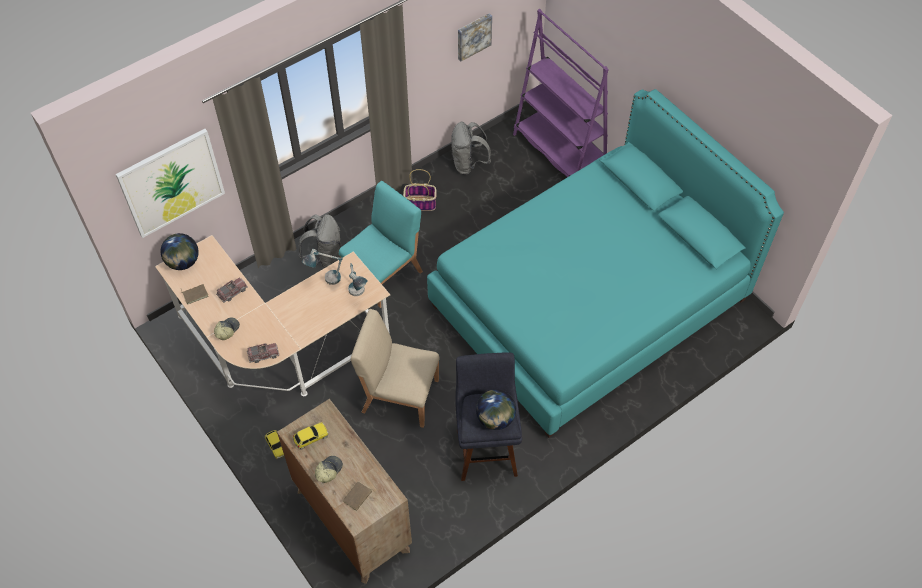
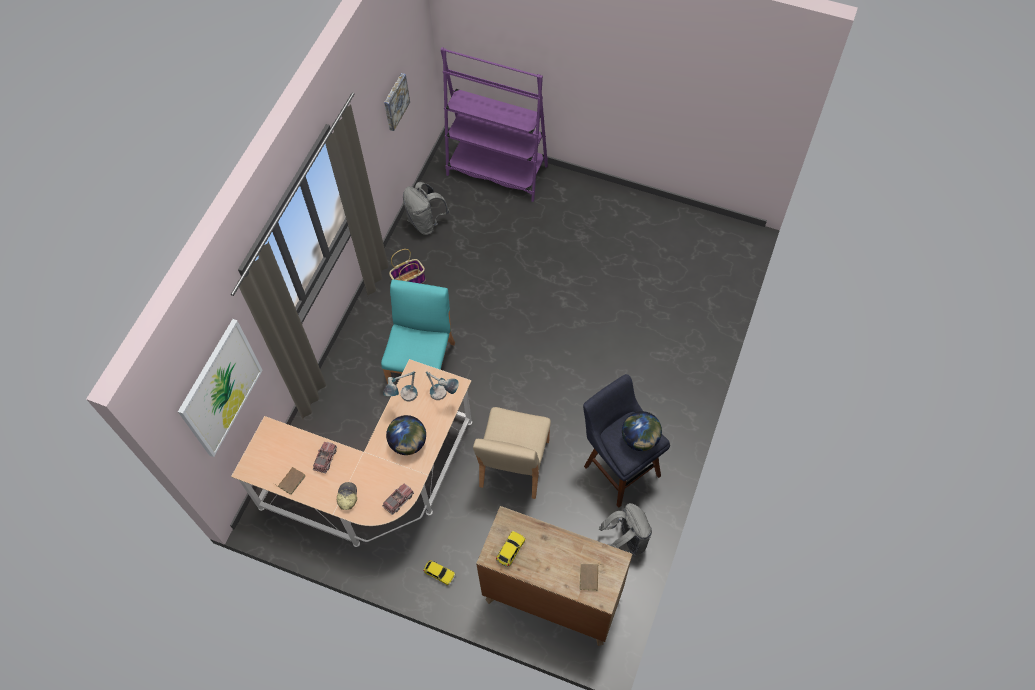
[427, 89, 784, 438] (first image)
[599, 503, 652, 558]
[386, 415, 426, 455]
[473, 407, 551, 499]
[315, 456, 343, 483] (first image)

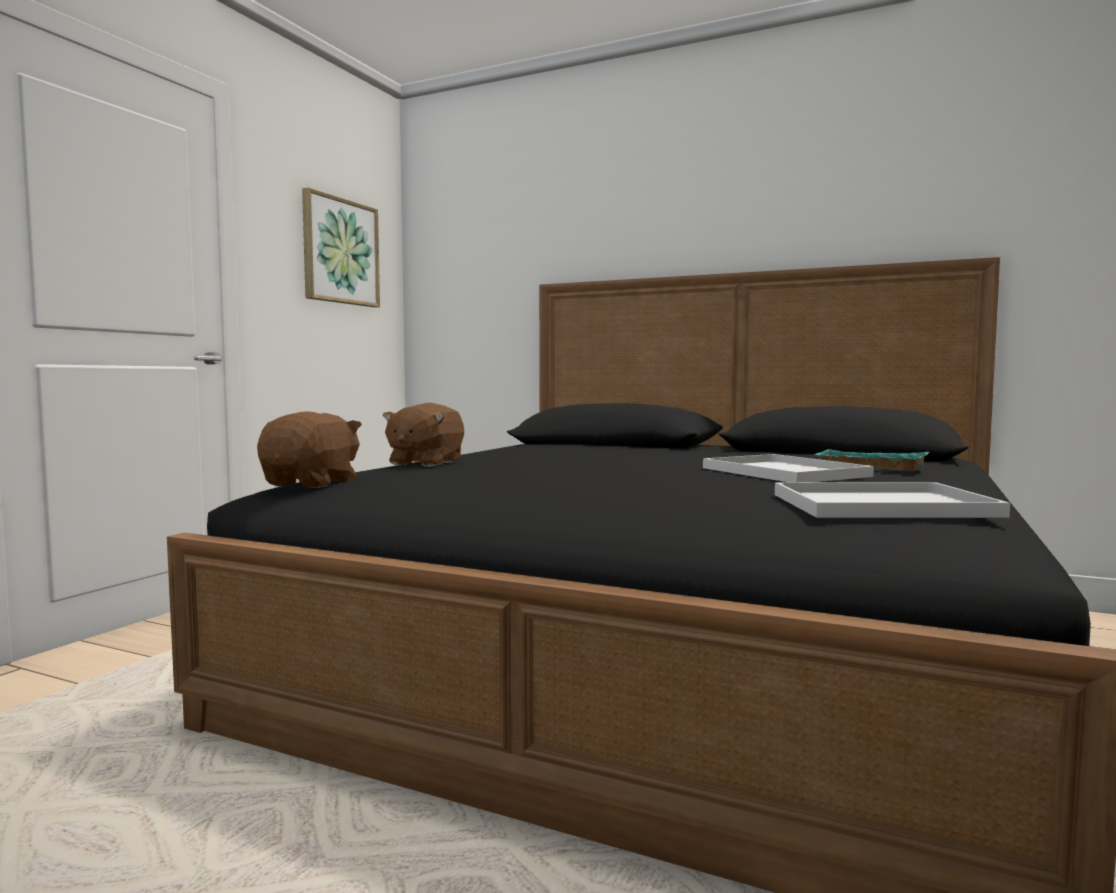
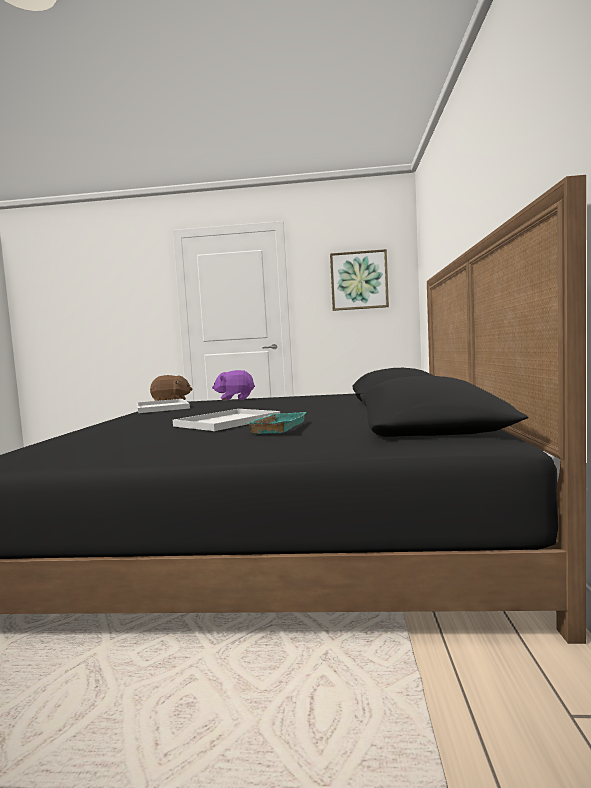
[212, 370, 255, 401]
[136, 399, 190, 413]

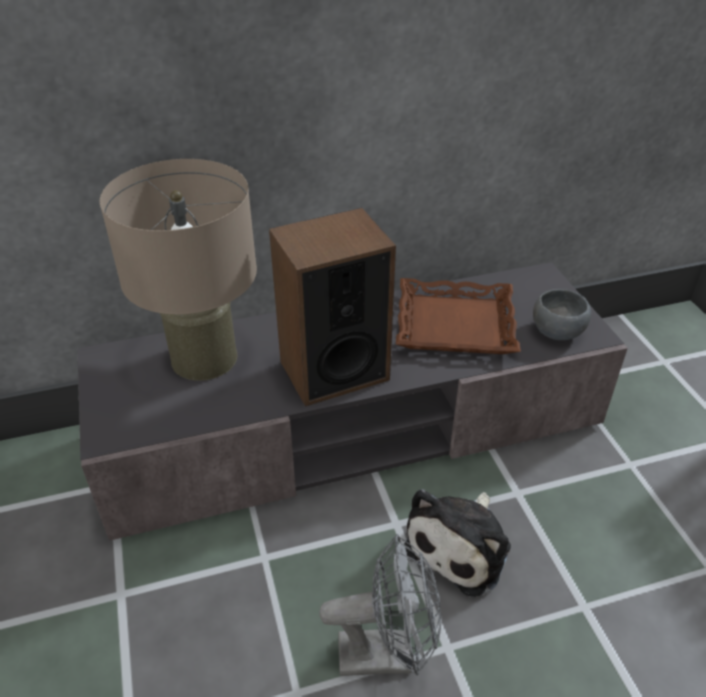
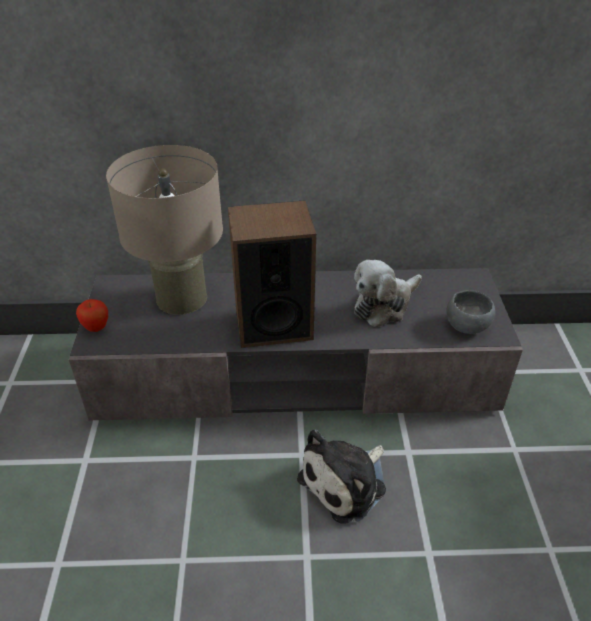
[354, 260, 422, 328]
[319, 534, 441, 676] (first image)
[76, 299, 108, 332]

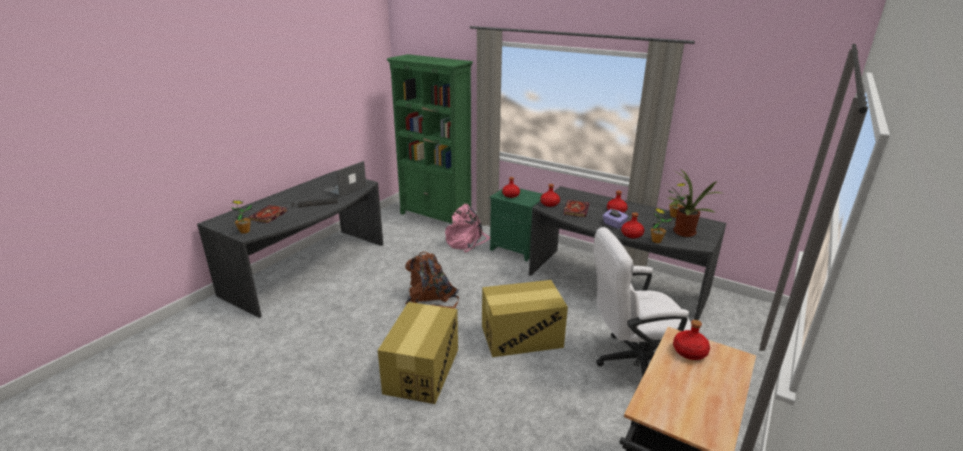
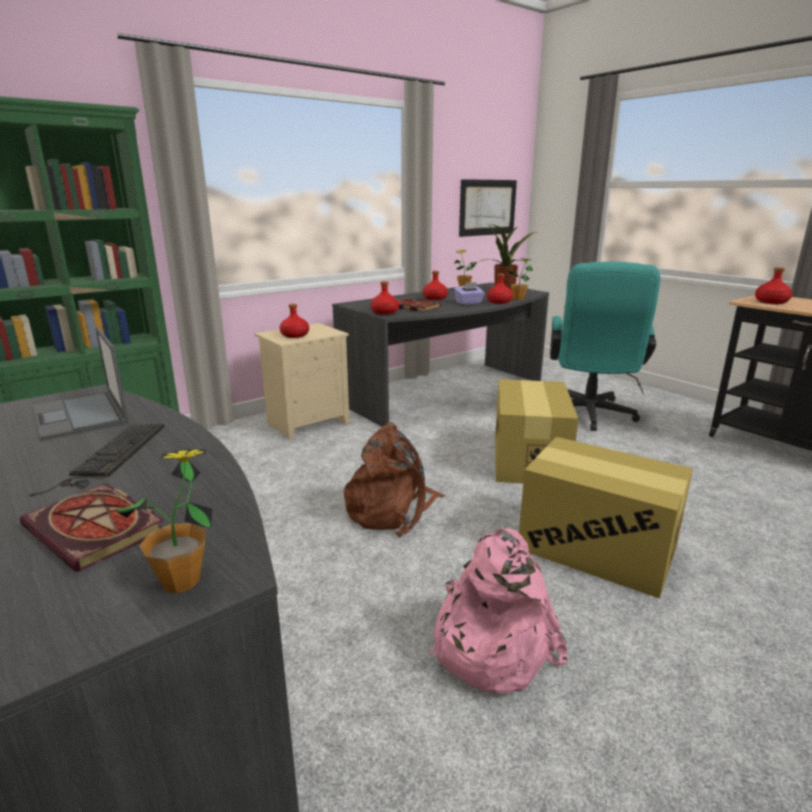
[254, 323, 350, 440]
[429, 528, 568, 694]
[550, 262, 660, 431]
[459, 179, 517, 237]

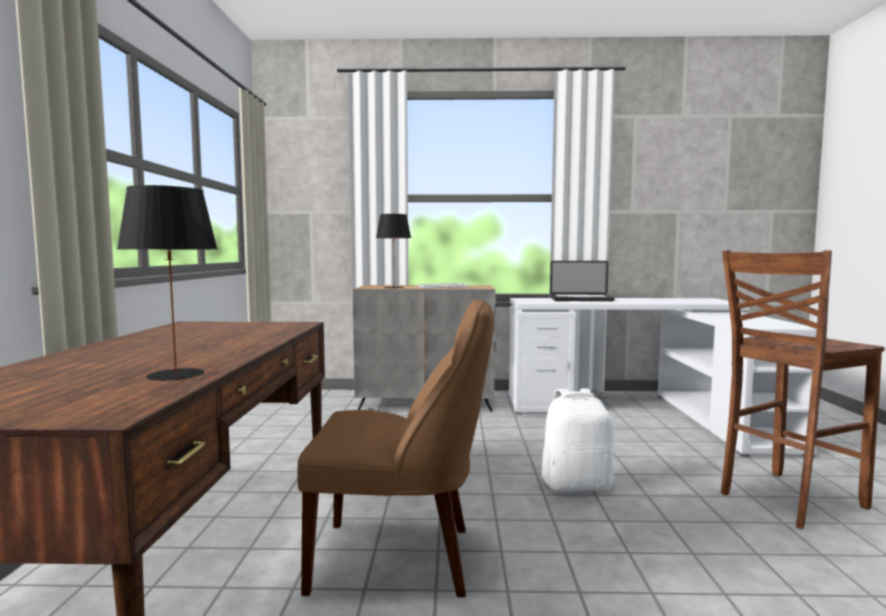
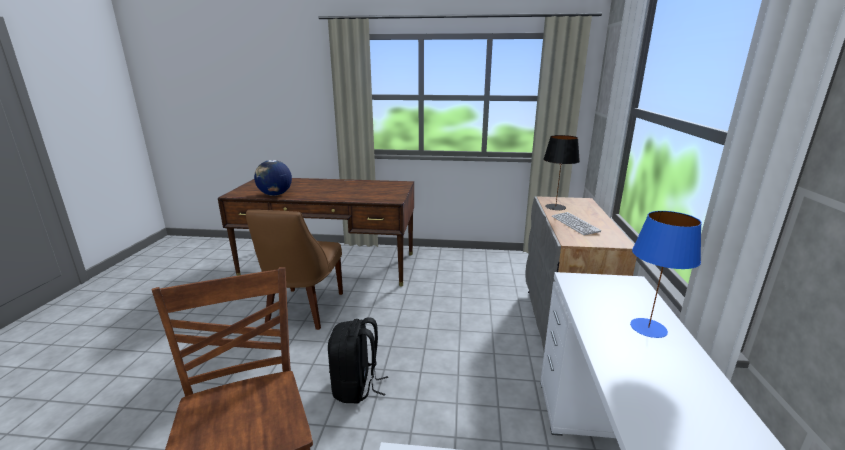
[254, 160, 292, 196]
[630, 211, 702, 338]
[328, 317, 388, 404]

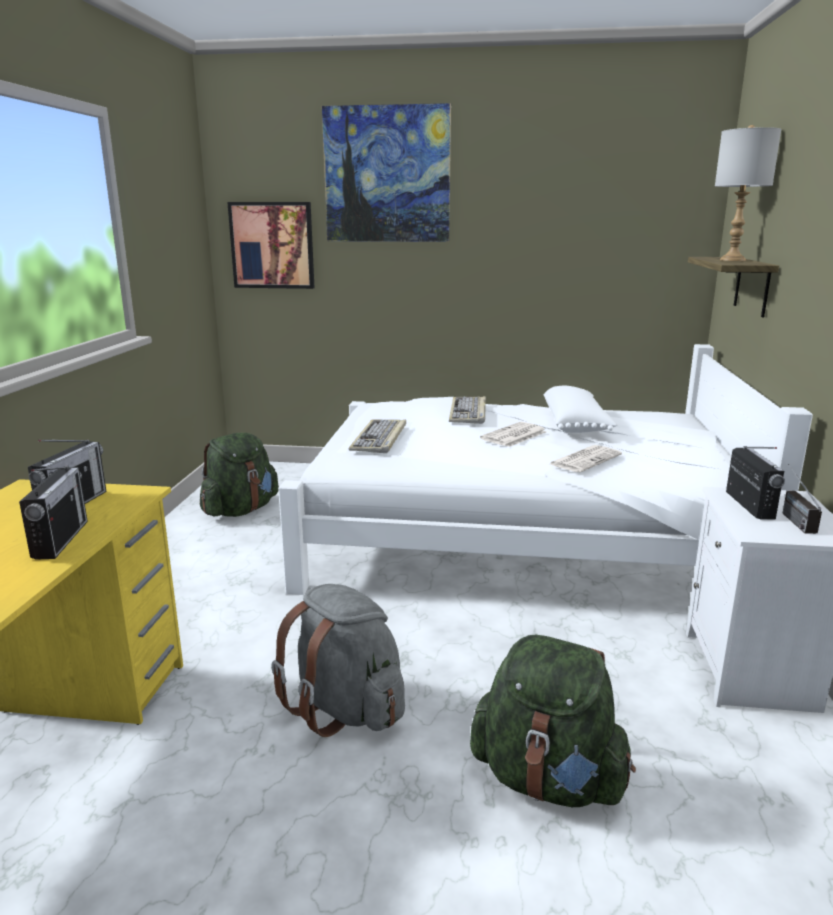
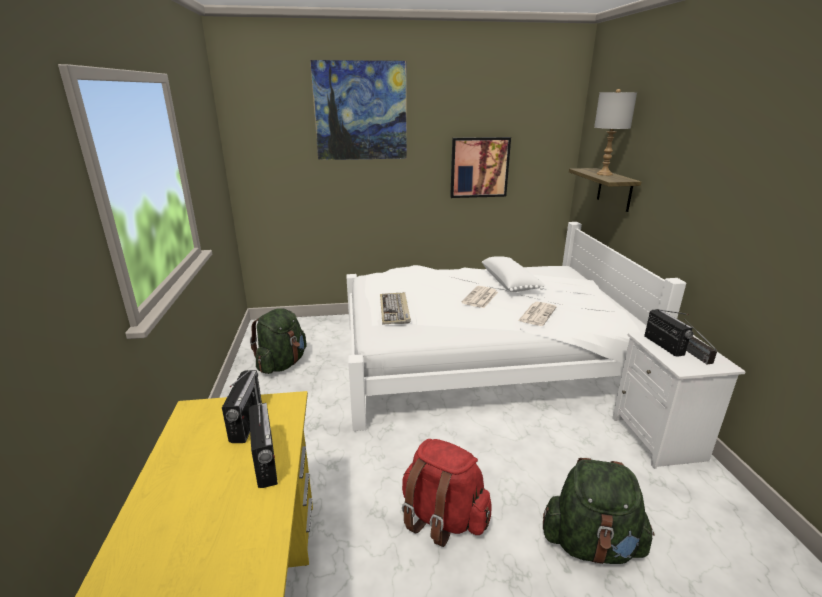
[450, 137, 511, 198]
[449, 396, 486, 424] (first image)
[402, 439, 492, 547]

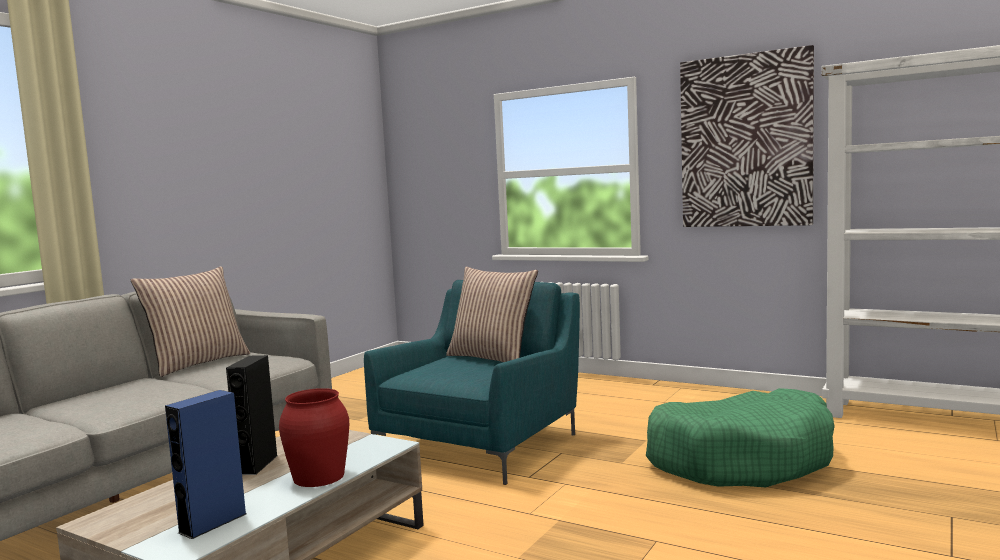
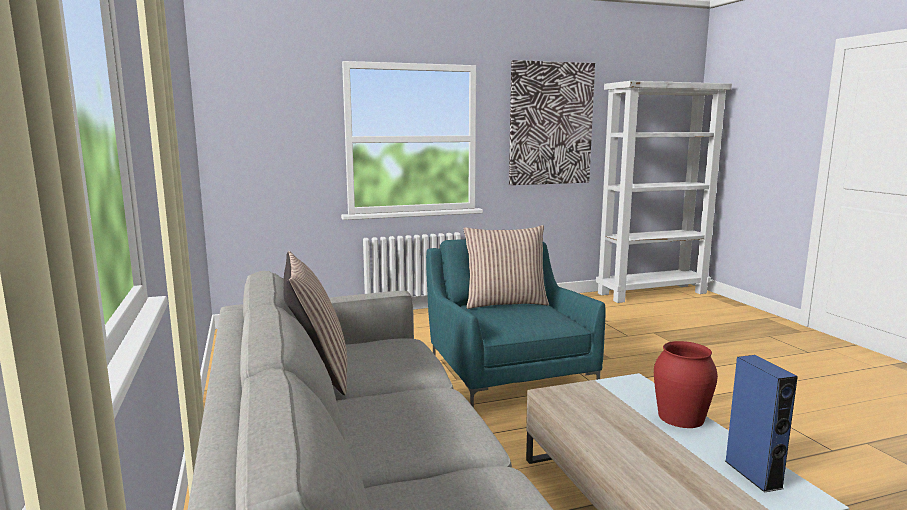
[226, 355, 278, 475] (first image)
[646, 388, 835, 487] (first image)

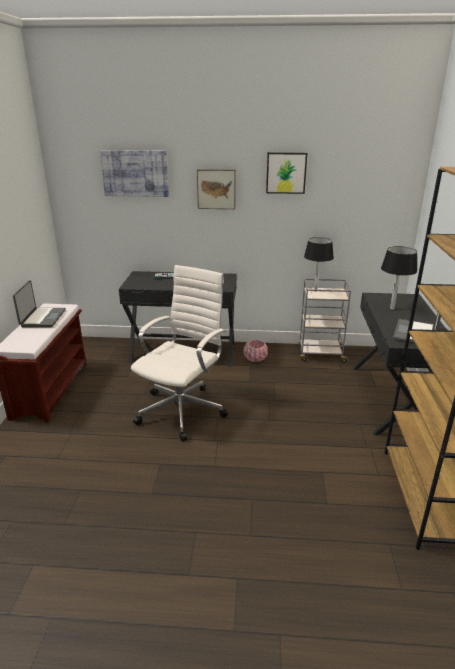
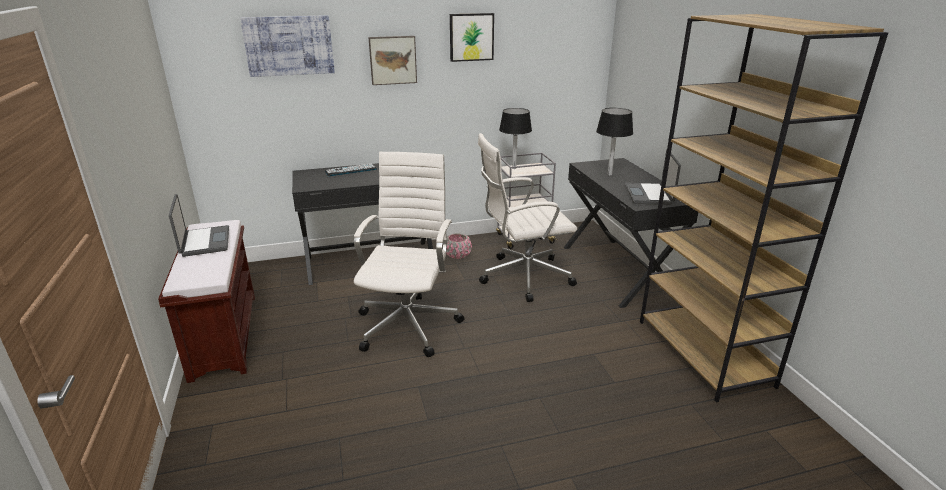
[478, 133, 577, 302]

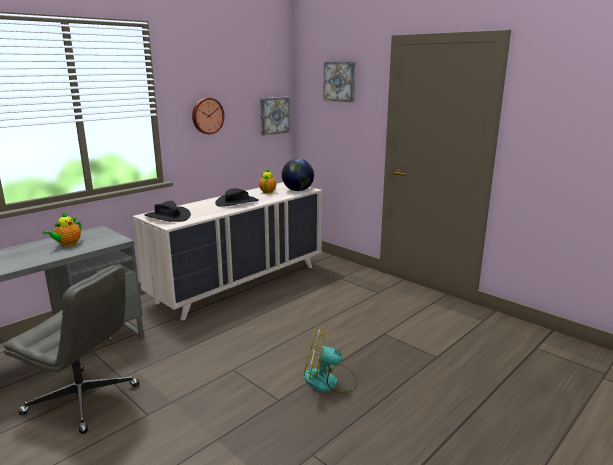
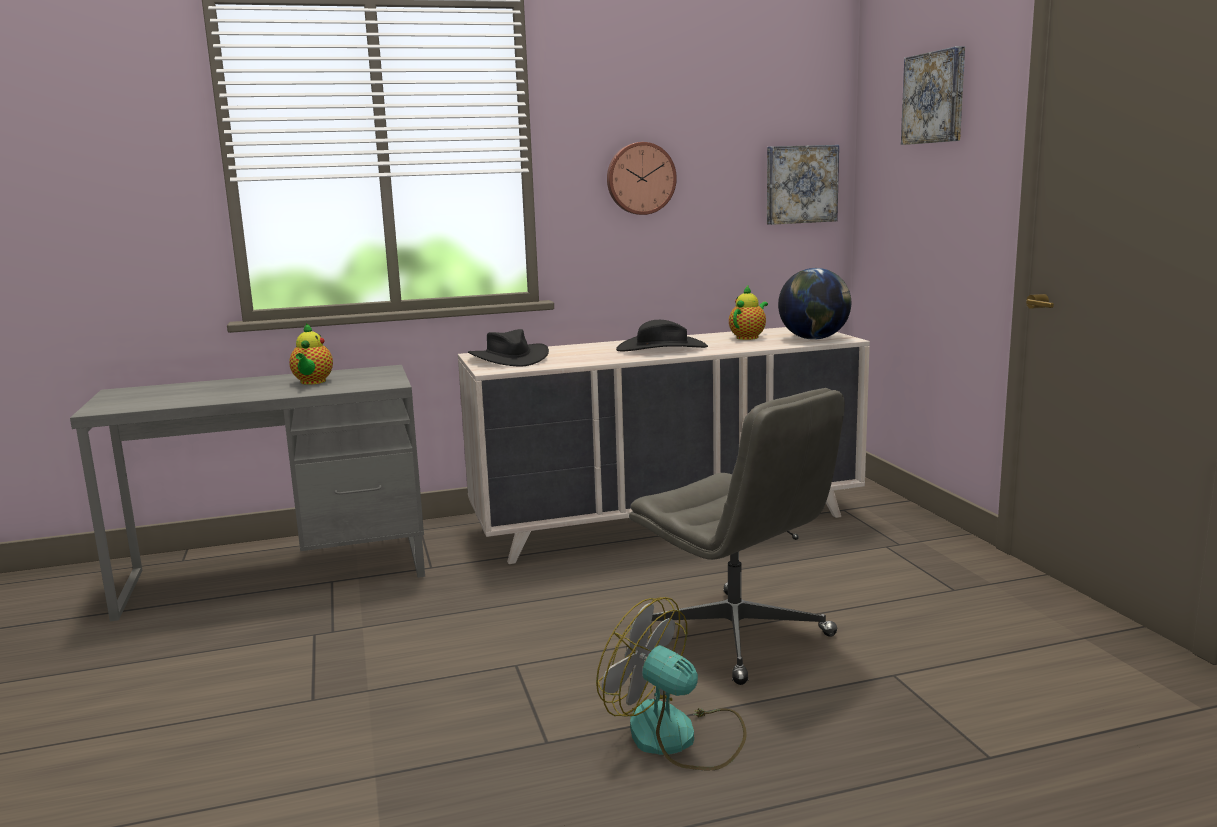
[289, 323, 333, 385]
[629, 388, 845, 685]

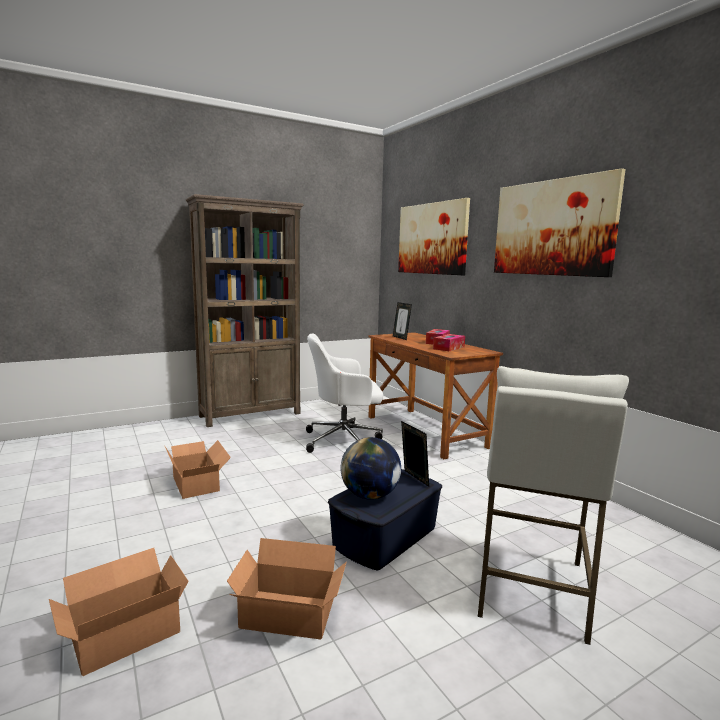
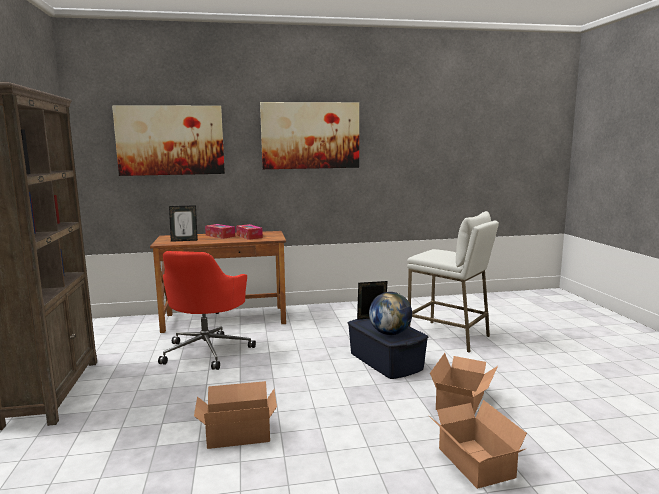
[158, 251, 256, 370]

